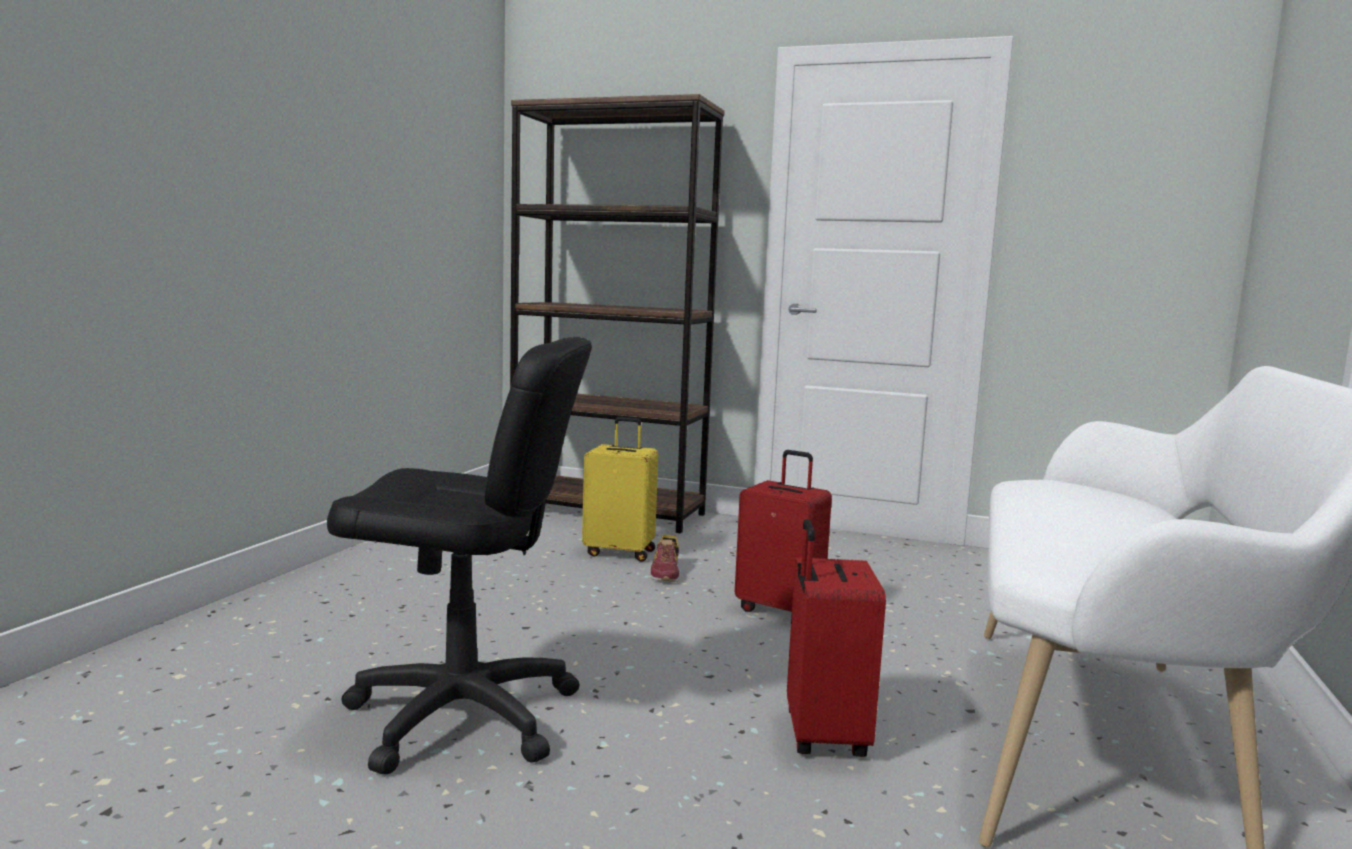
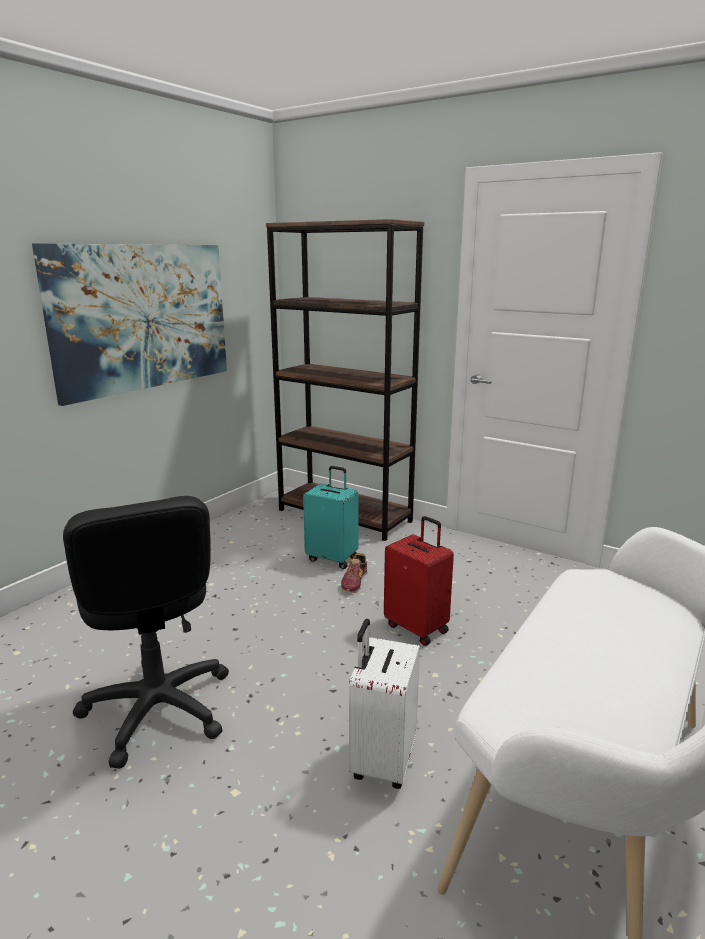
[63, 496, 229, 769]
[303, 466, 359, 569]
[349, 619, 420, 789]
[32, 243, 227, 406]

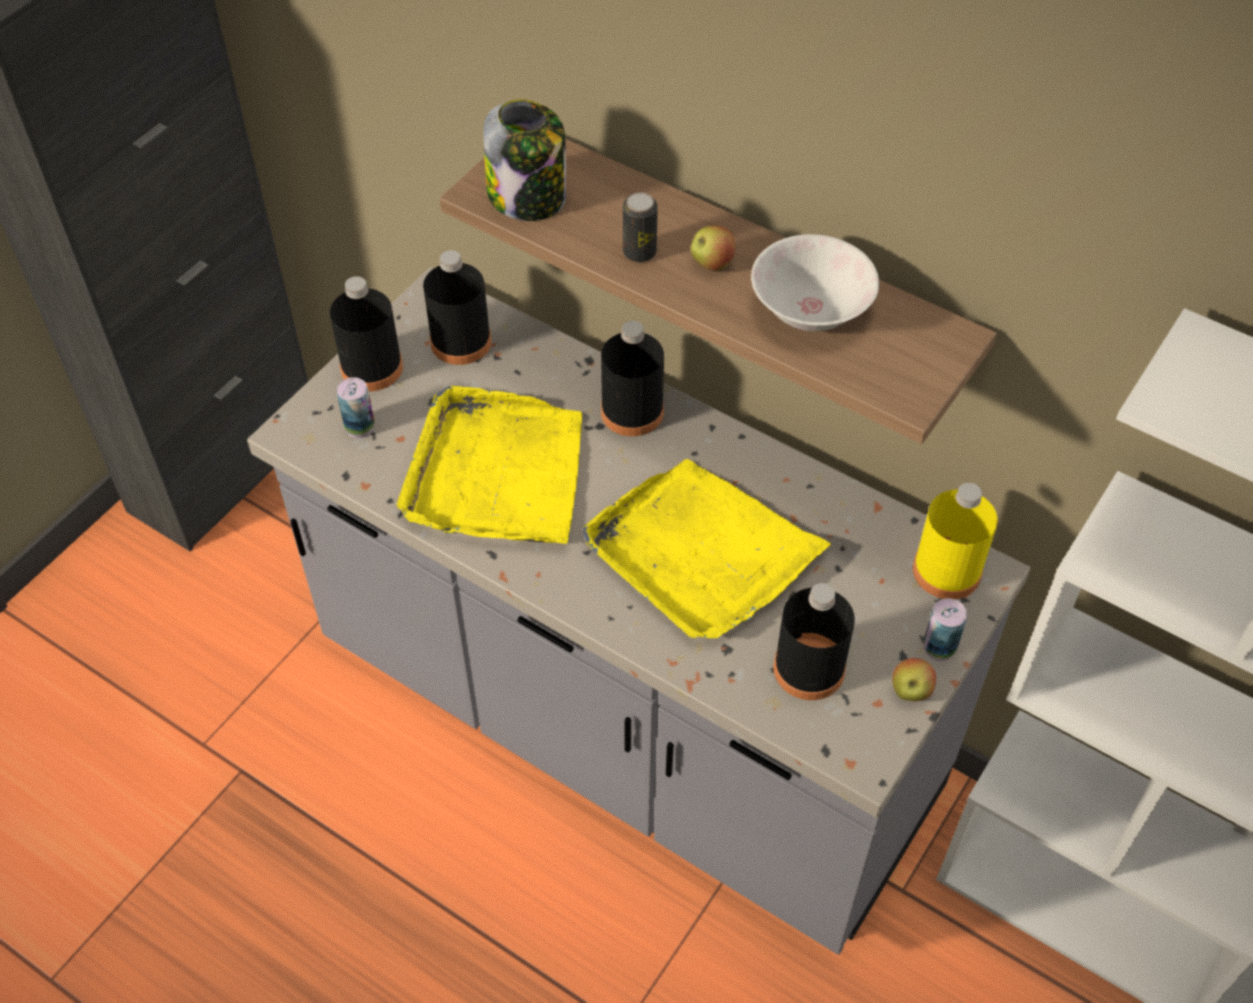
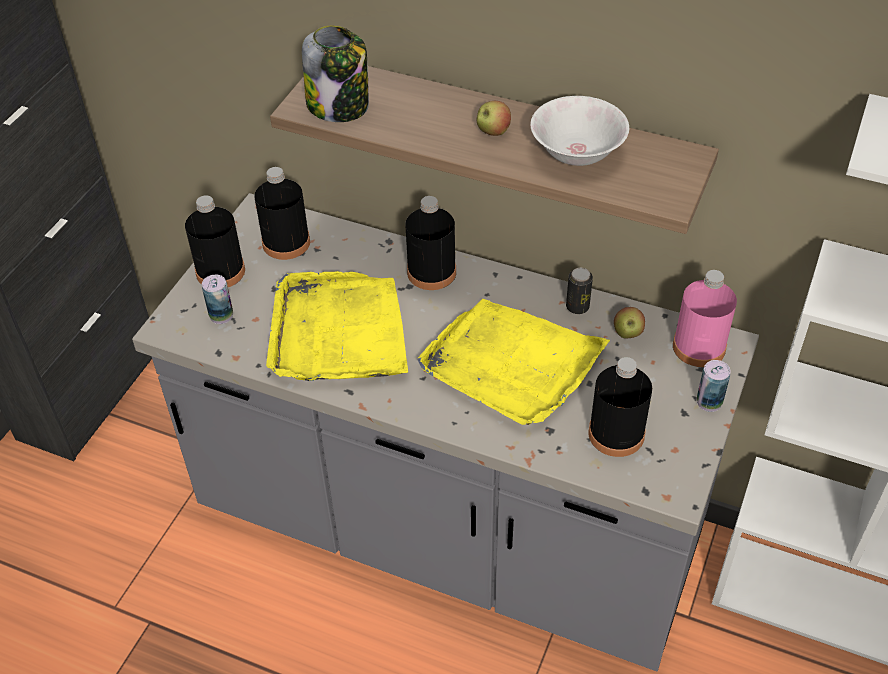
[566, 268, 593, 314]
[673, 270, 737, 367]
[614, 307, 645, 338]

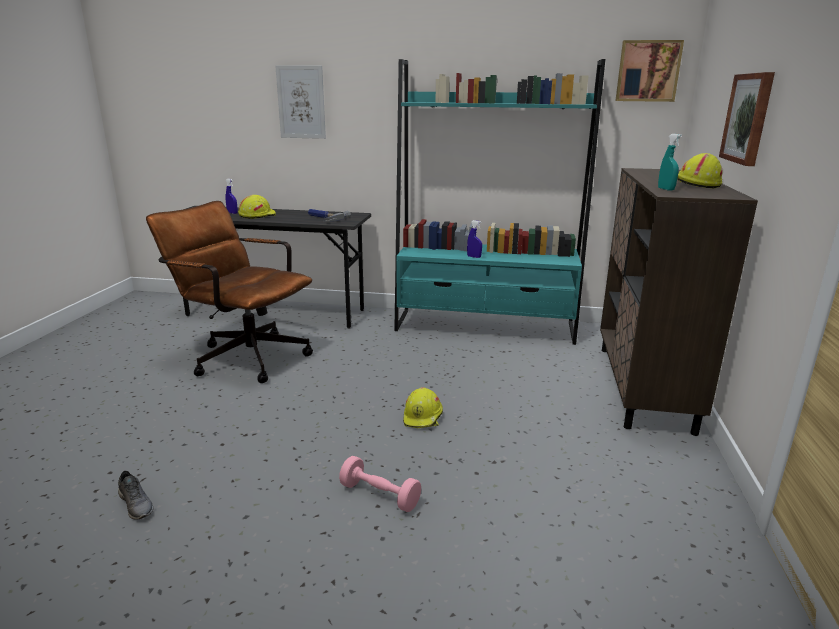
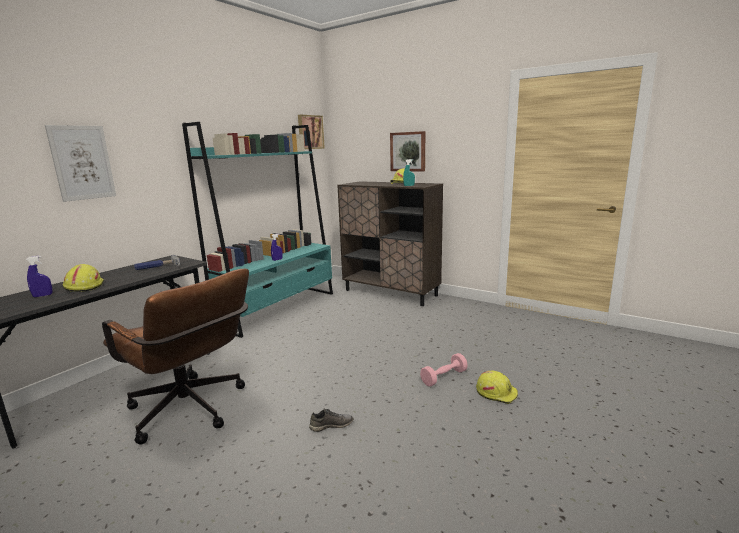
[102, 269, 249, 445]
[476, 371, 518, 404]
[309, 409, 353, 432]

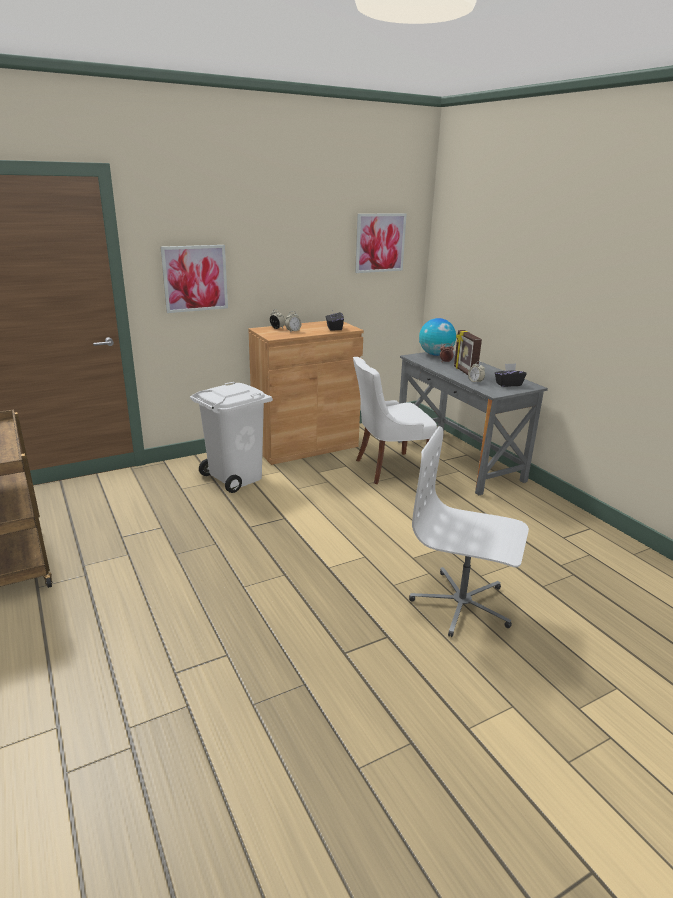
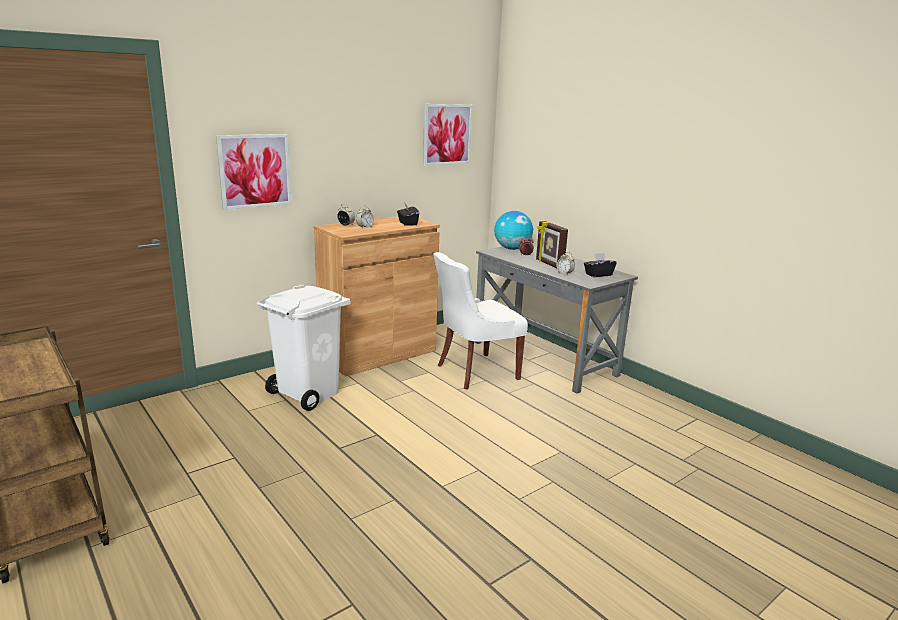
[409, 426, 529, 637] (first image)

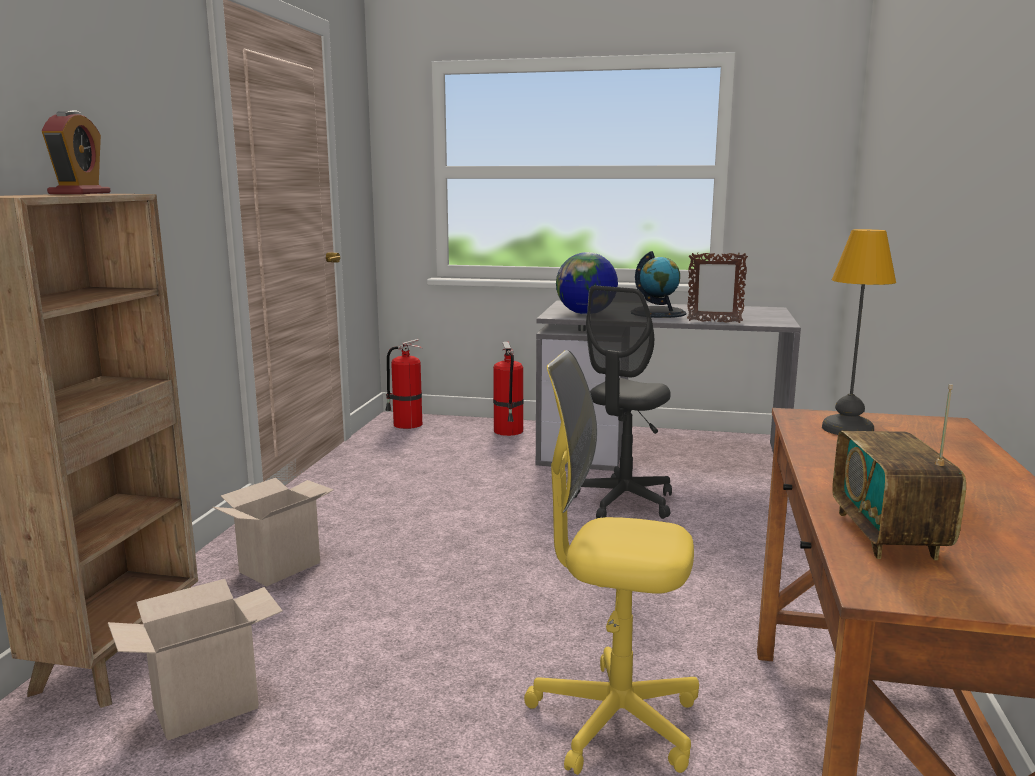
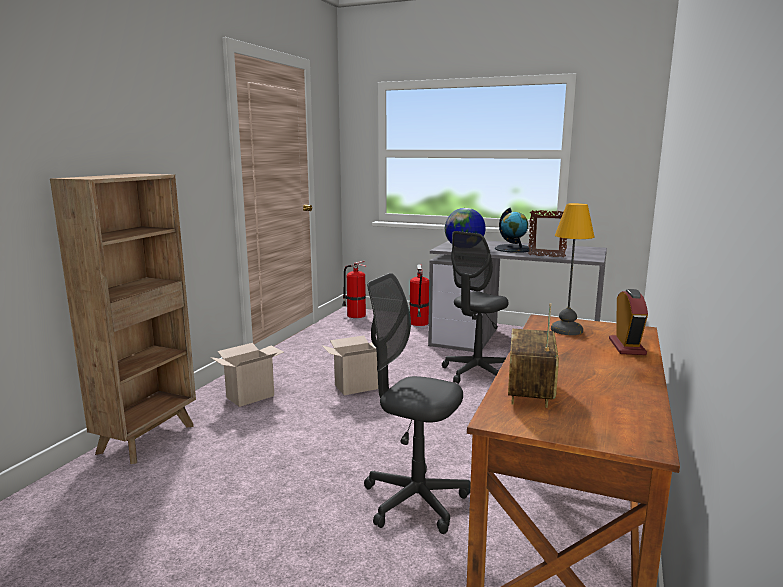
[609, 289, 648, 355]
[364, 273, 471, 534]
[322, 336, 378, 395]

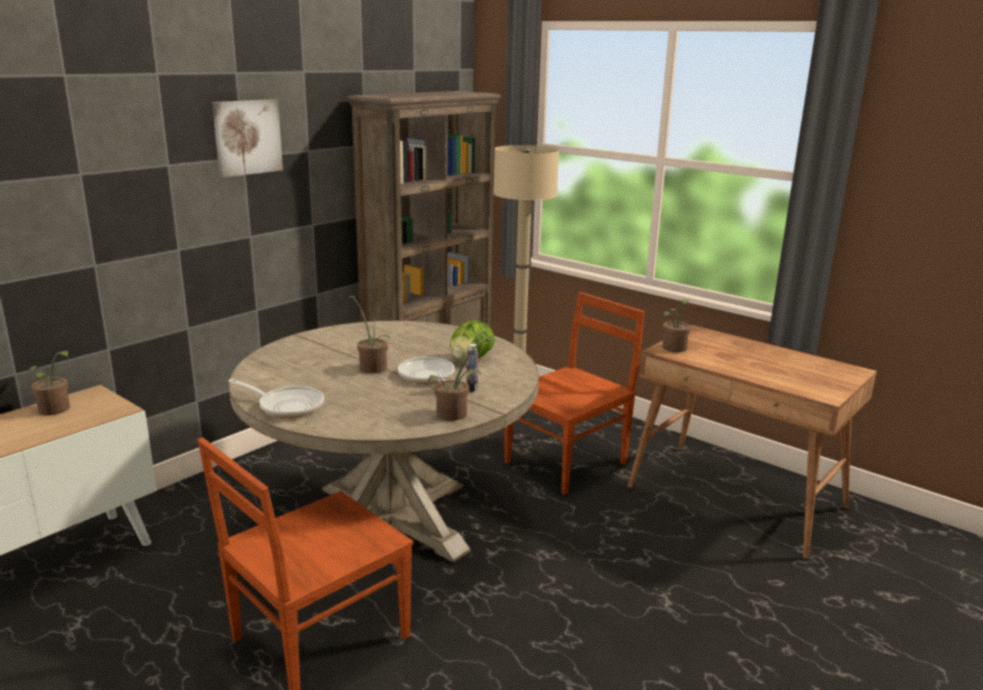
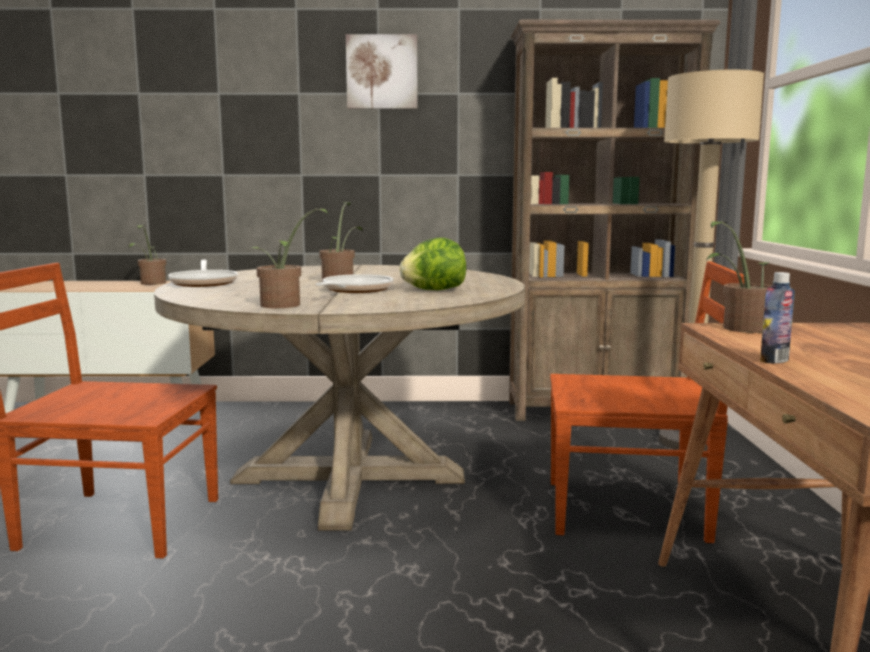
[760, 272, 795, 363]

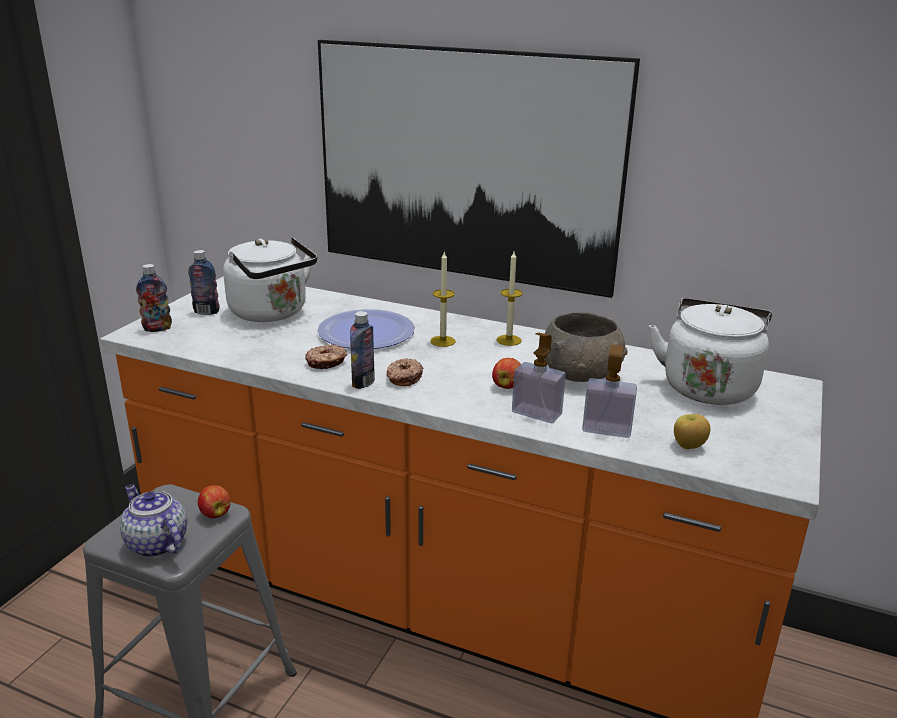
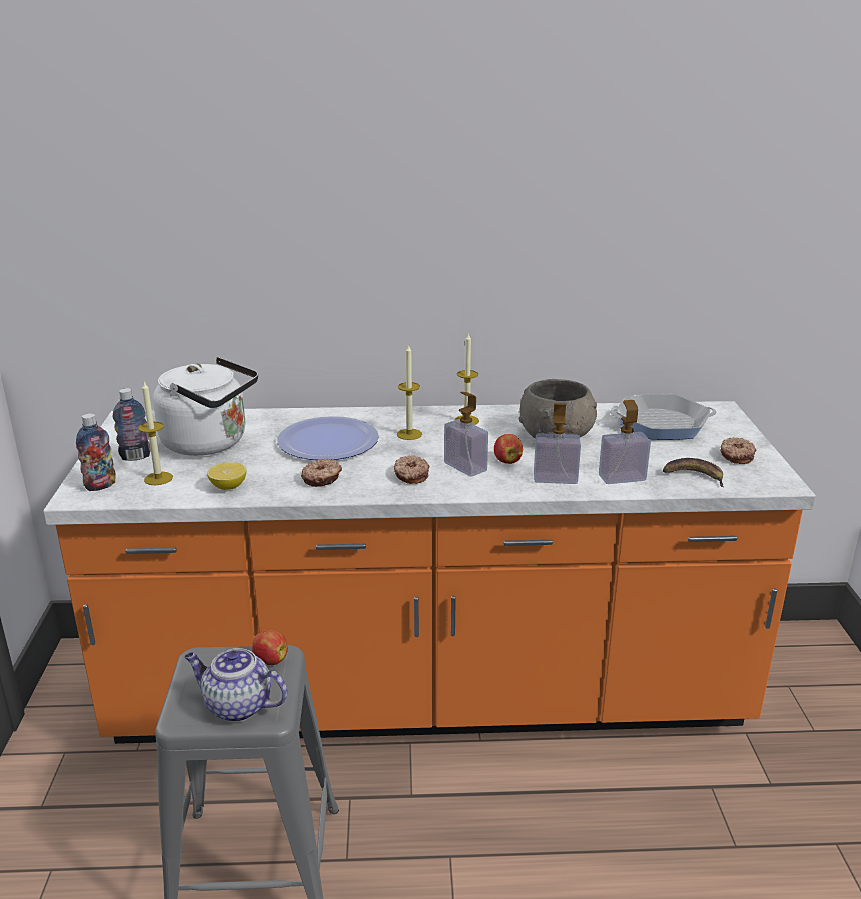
[318, 40, 640, 298] (first image)
[610, 394, 717, 440]
[350, 311, 375, 389] (first image)
[663, 458, 724, 487]
[138, 382, 173, 485]
[444, 392, 488, 477]
[720, 437, 756, 464]
[207, 462, 246, 490]

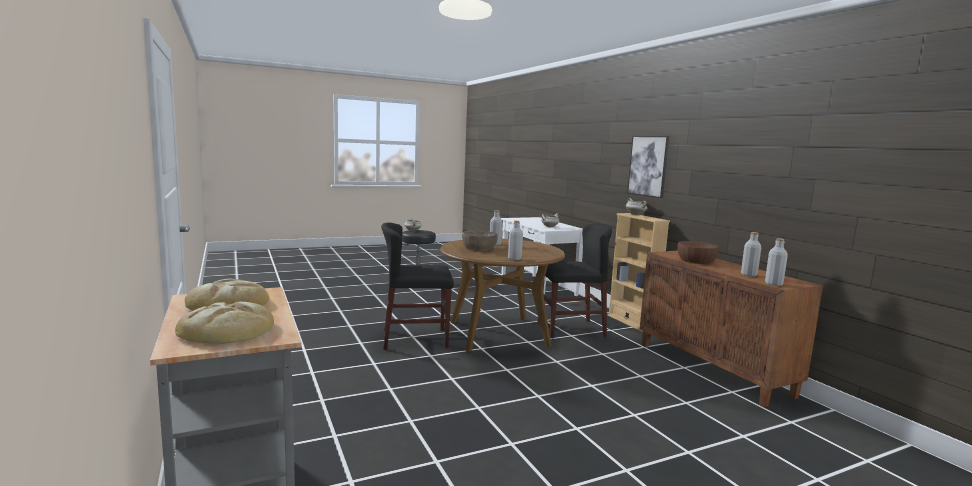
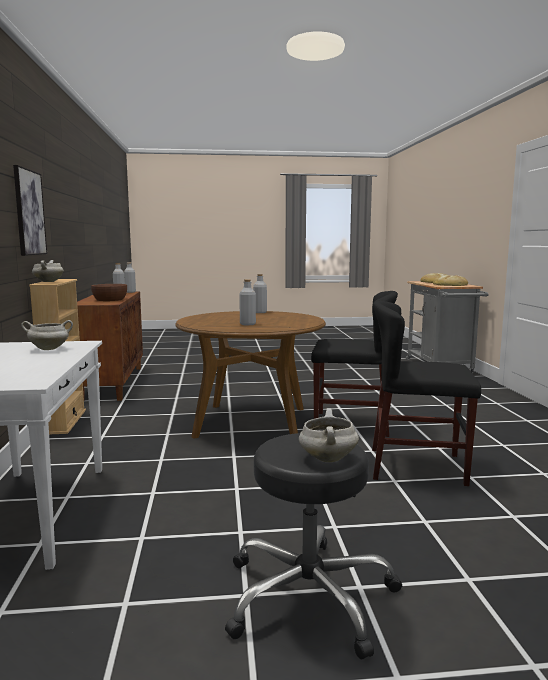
[372, 301, 481, 486]
[462, 231, 498, 251] (first image)

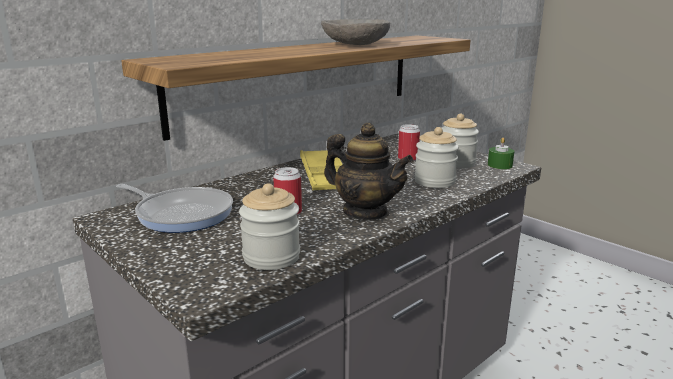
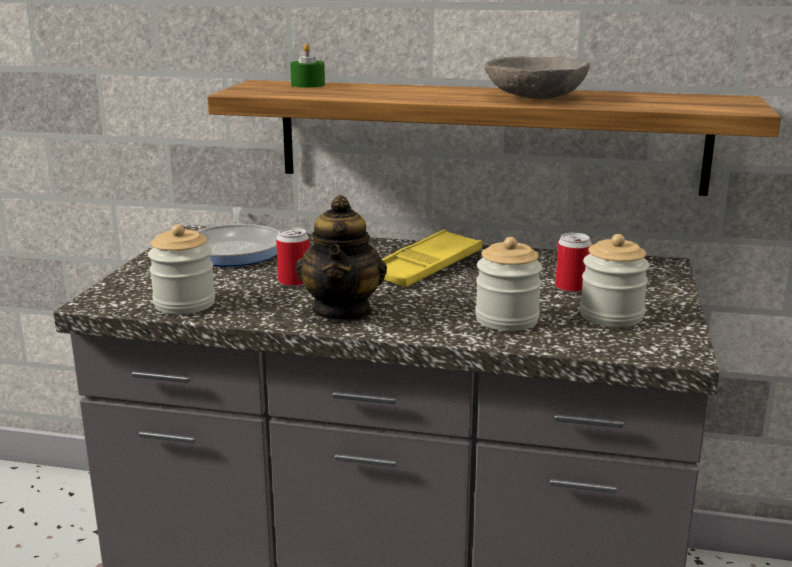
[290, 43, 325, 88]

